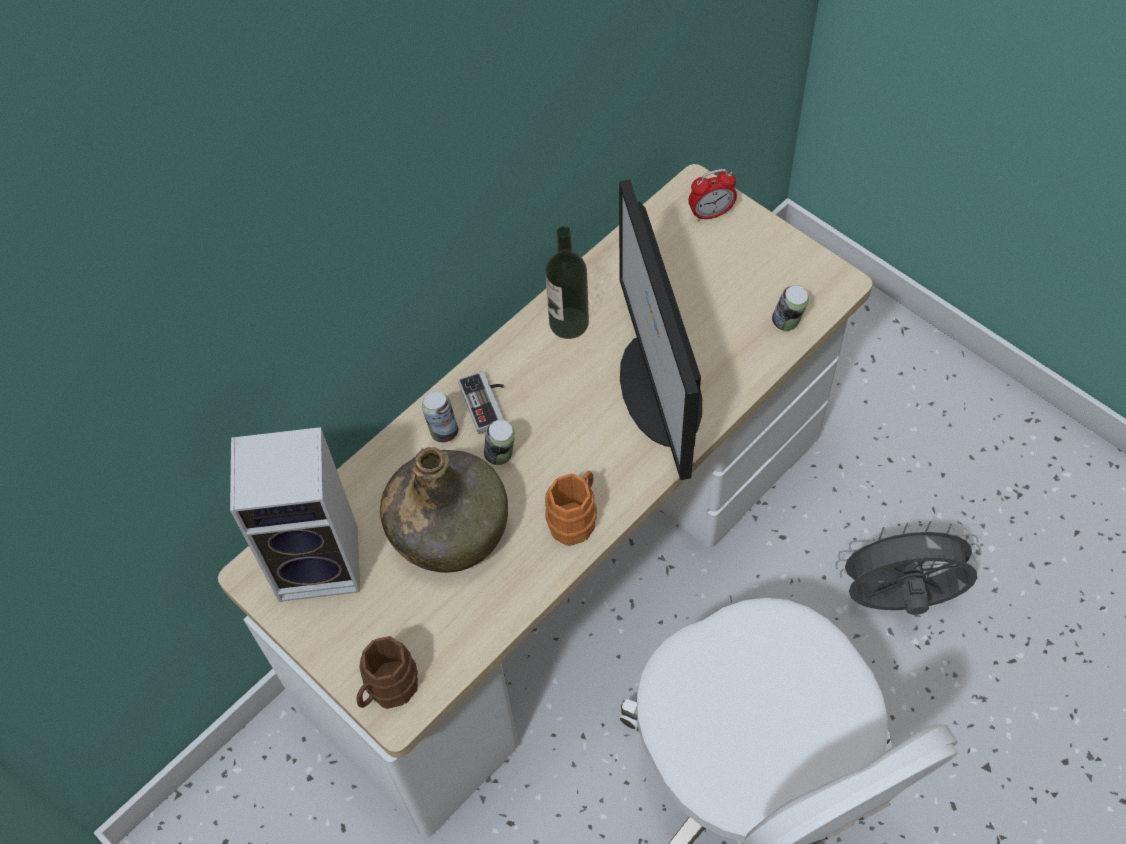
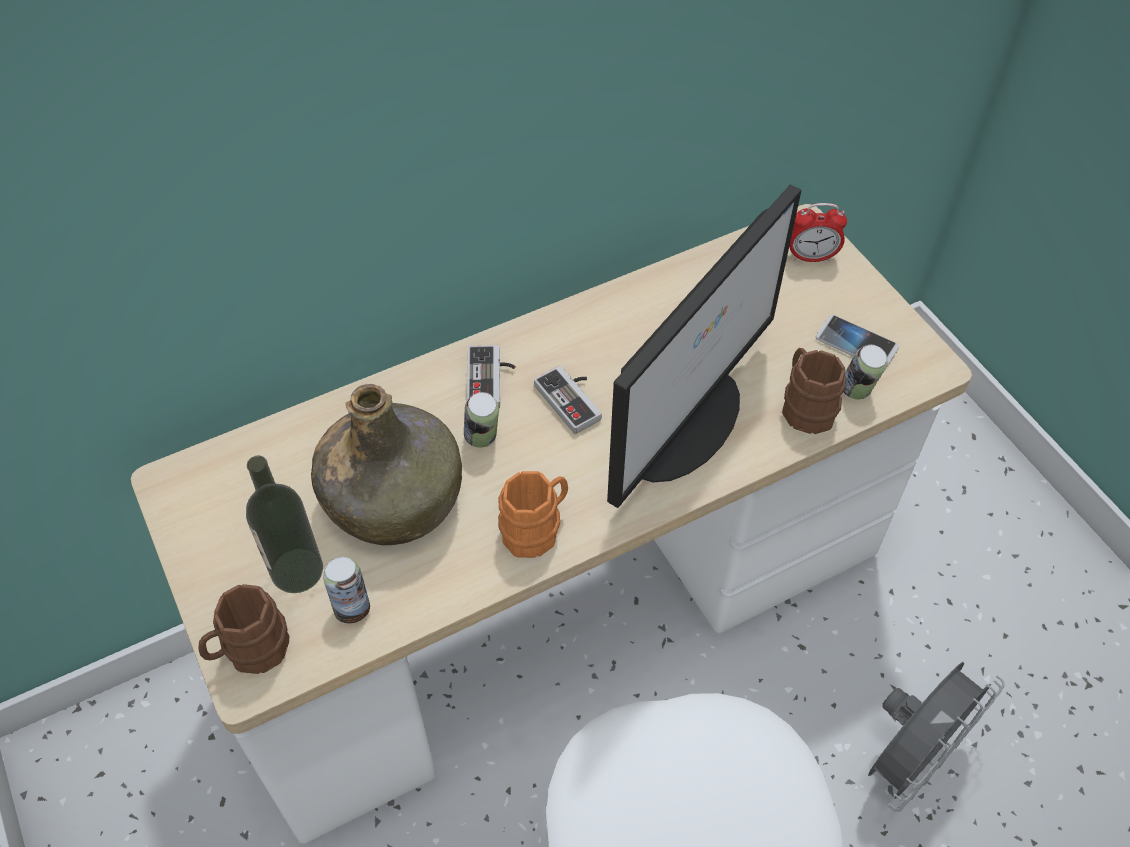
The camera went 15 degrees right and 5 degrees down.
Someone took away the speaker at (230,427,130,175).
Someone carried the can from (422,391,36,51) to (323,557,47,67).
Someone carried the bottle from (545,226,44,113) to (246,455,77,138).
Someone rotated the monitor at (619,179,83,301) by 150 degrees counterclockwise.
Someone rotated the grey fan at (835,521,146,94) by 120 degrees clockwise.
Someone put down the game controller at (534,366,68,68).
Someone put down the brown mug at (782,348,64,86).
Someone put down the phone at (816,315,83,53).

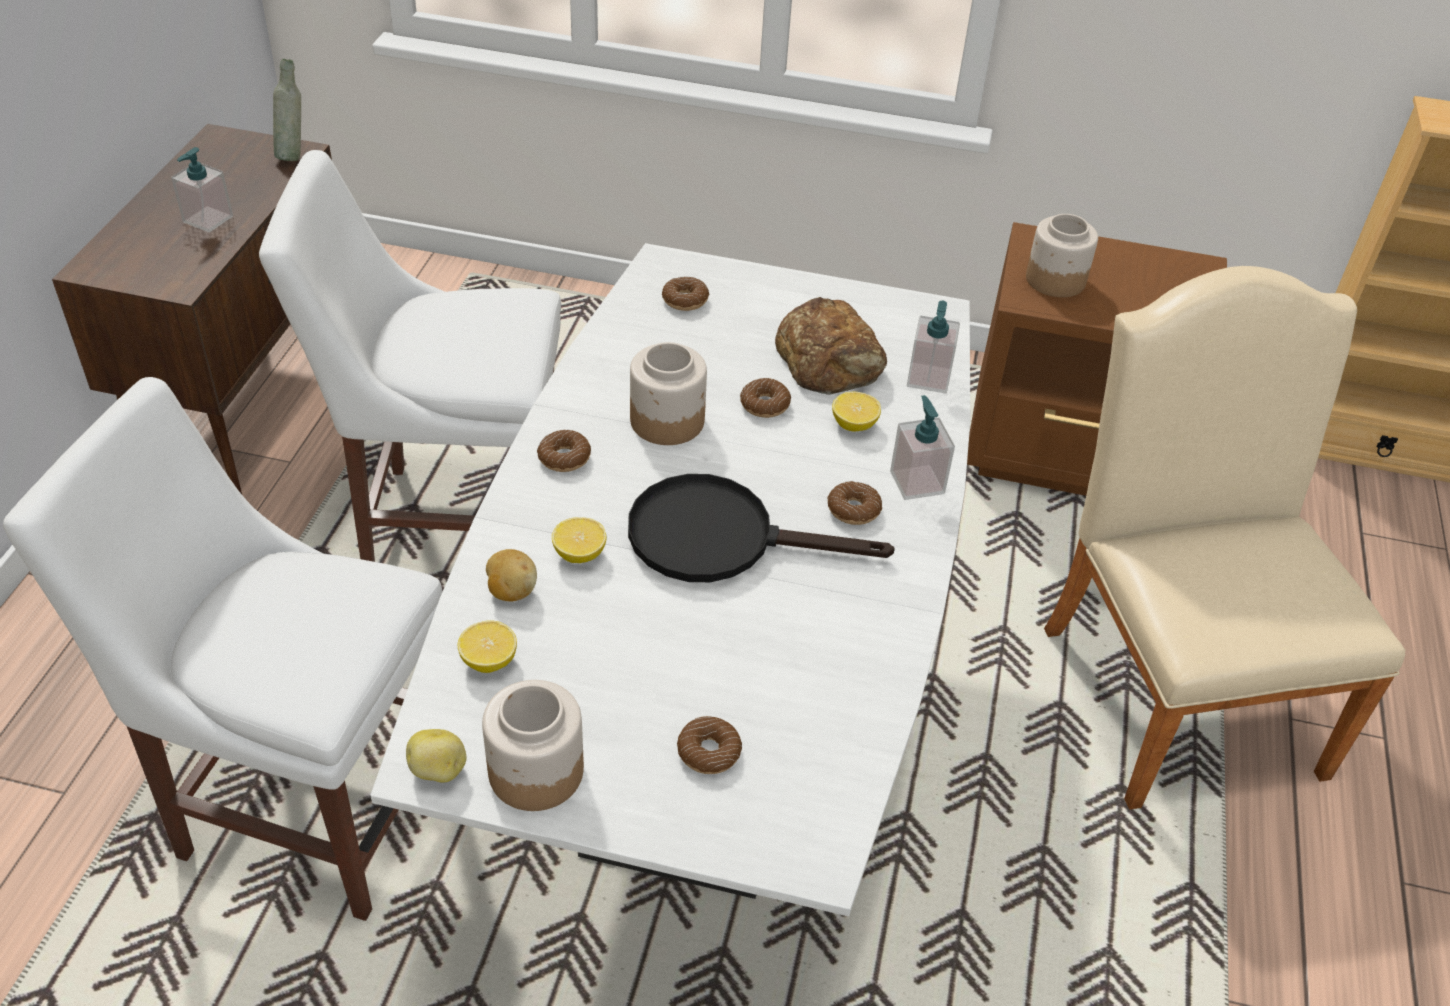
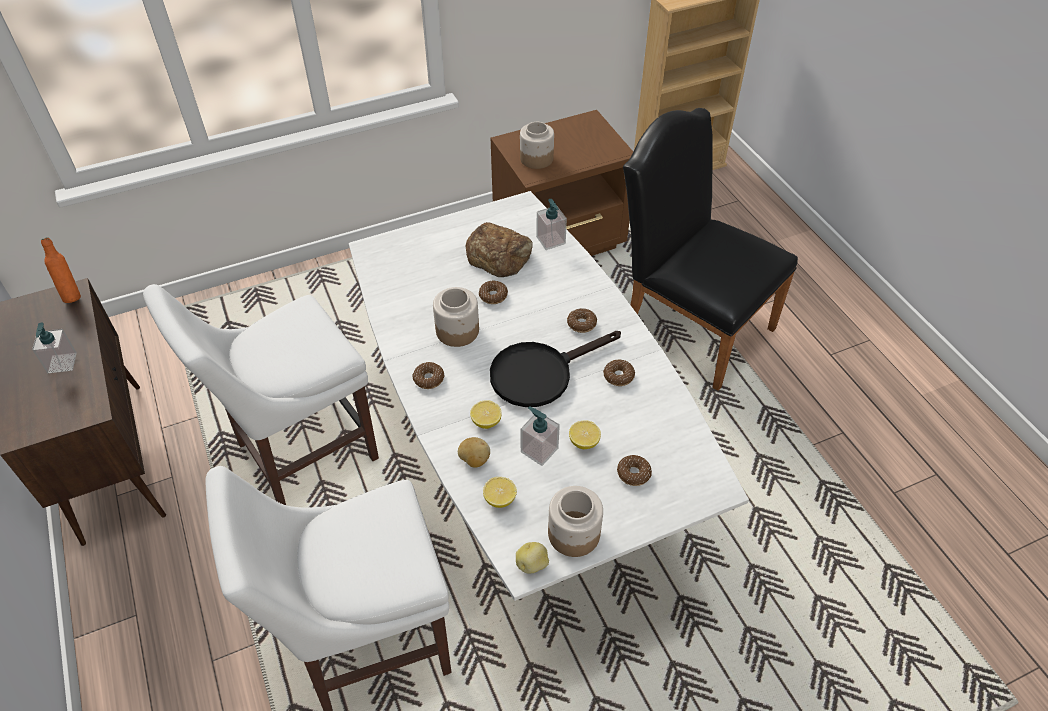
The camera went 35 degrees left and 5 degrees up.
Someone repainted the grey bottle at (273,59,28,102), which became the orange bottle at (41,237,40,66).
Someone carried the donut from (662,277,47,34) to (603,359,32,27).
Someone carried the lemon from (832,392,49,40) to (569,420,32,29).
Someone carried the soap dispenser from (890,395,65,105) to (521,406,39,60).
Someone repainted the beige chair at (1044,266,361,544), which became the black chair at (623,108,175,283).

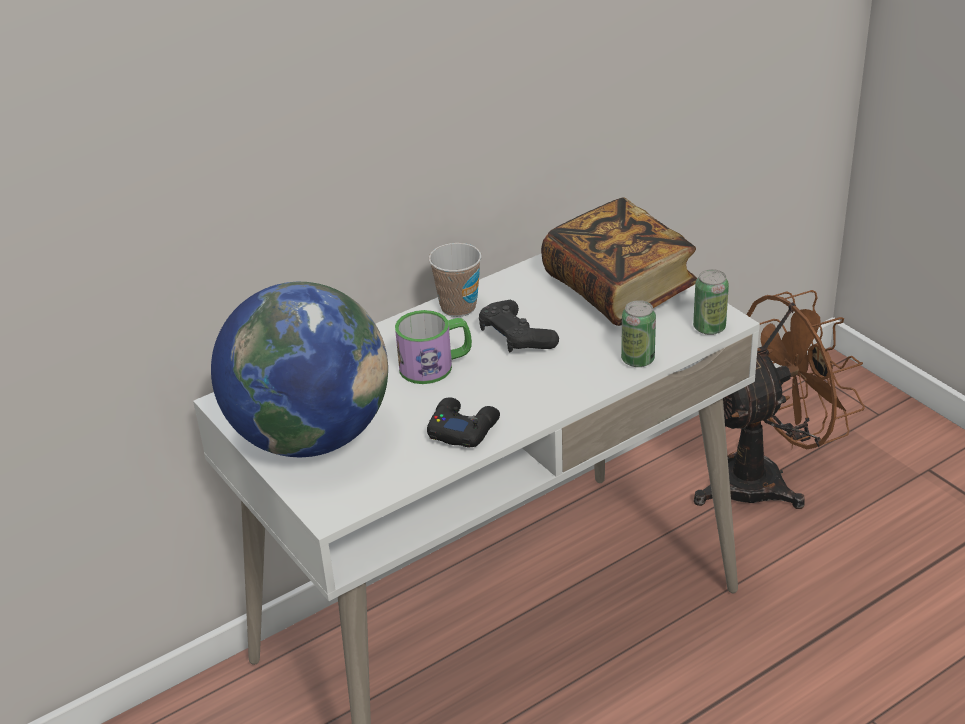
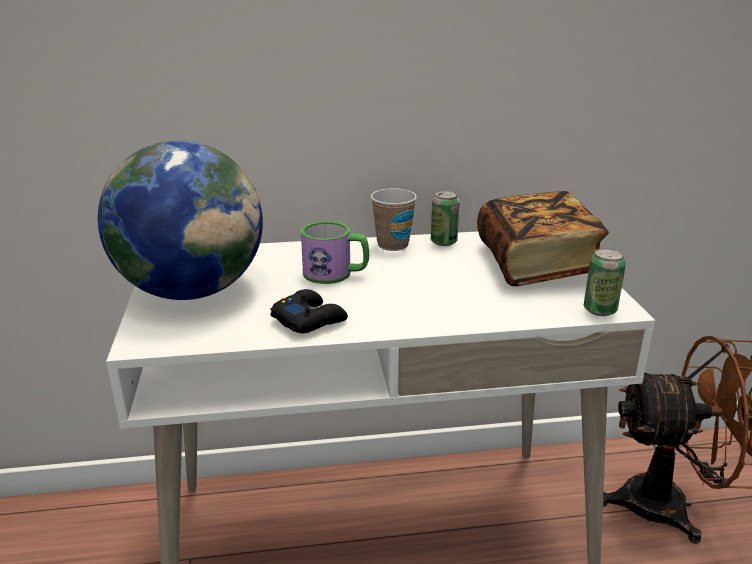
The camera went 25 degrees right and 10 degrees down.
Someone took away the black game controller at (479,300,80,52).
Someone carried the can from (621,300,35,67) to (431,190,29,56).

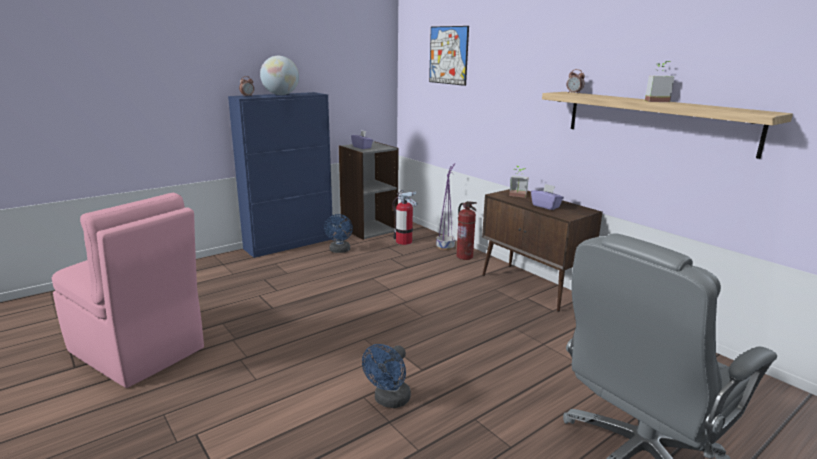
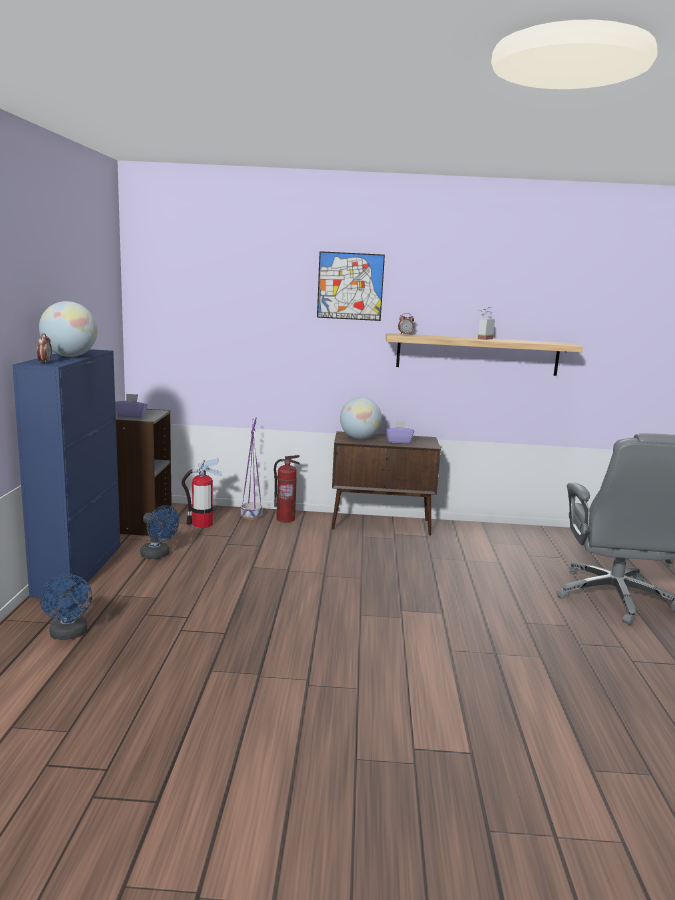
The camera went 50 degrees left and 5 degrees down.
Someone took away the pink chair at (52,193,152,195).
Someone carried the blue fan from (362,344,49,64) to (39,574,53,66).
Someone carried the picture from (429,26,40,60) to (317,251,68,70).
Someone swapped the potted plant at (509,166,20,32) for the globe at (340,397,42,42).

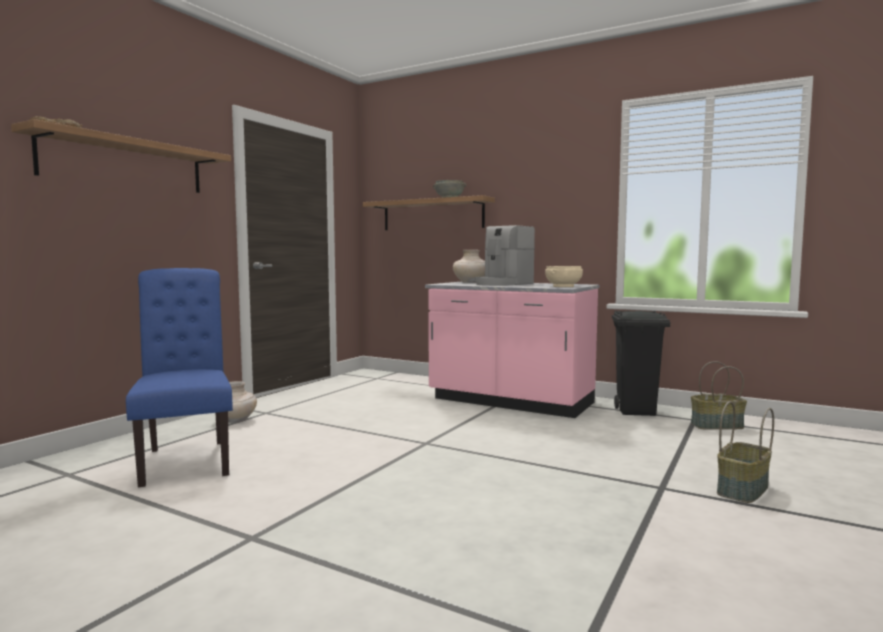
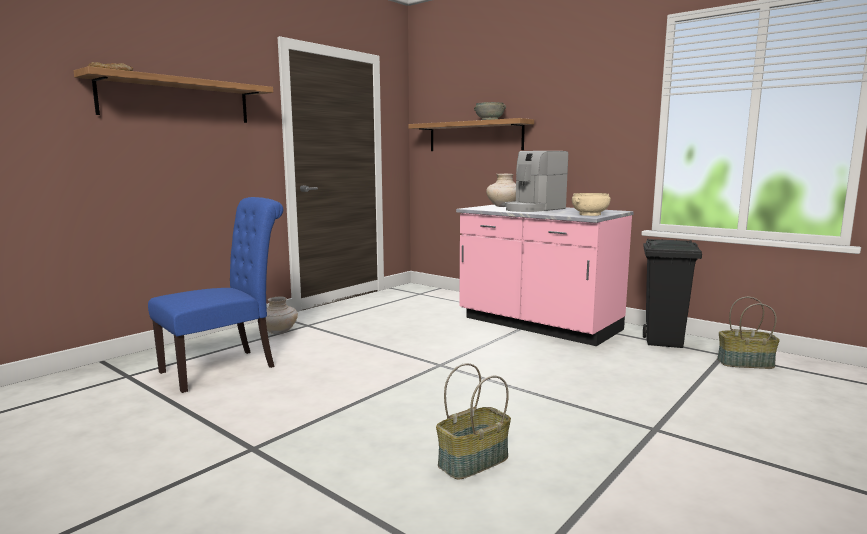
The camera went 10 degrees right and 5 degrees up.
Someone rotated the blue chair at (126,268,107,220) by 60 degrees clockwise.
Someone carried the basket from (717,401,57,102) to (436,363,75,116).

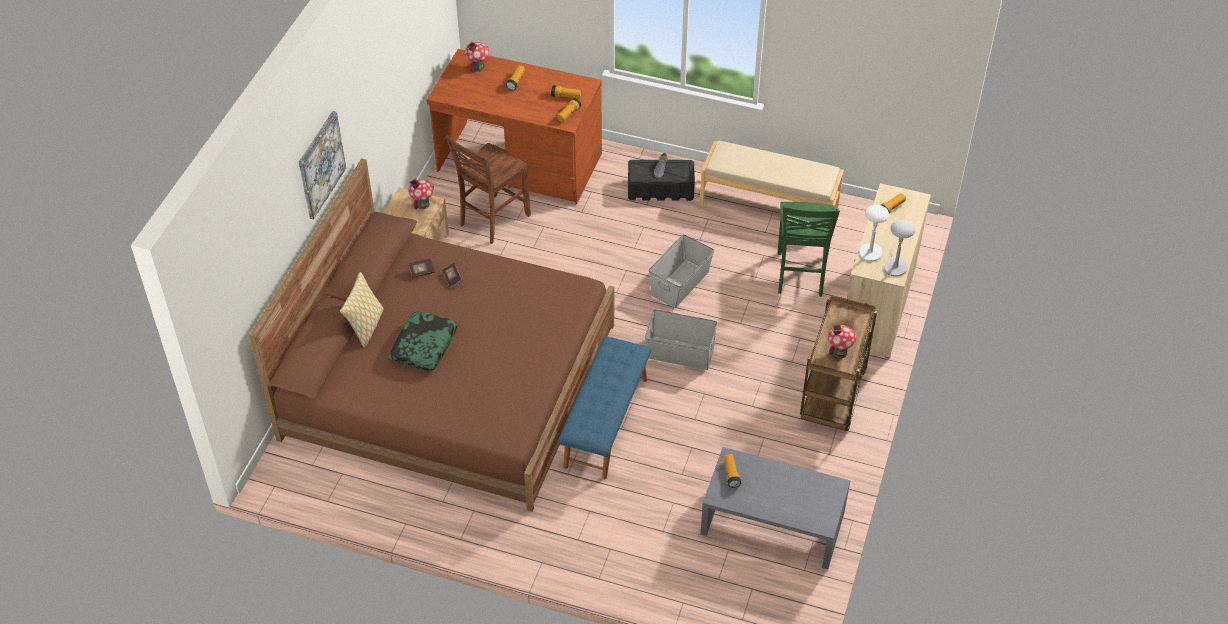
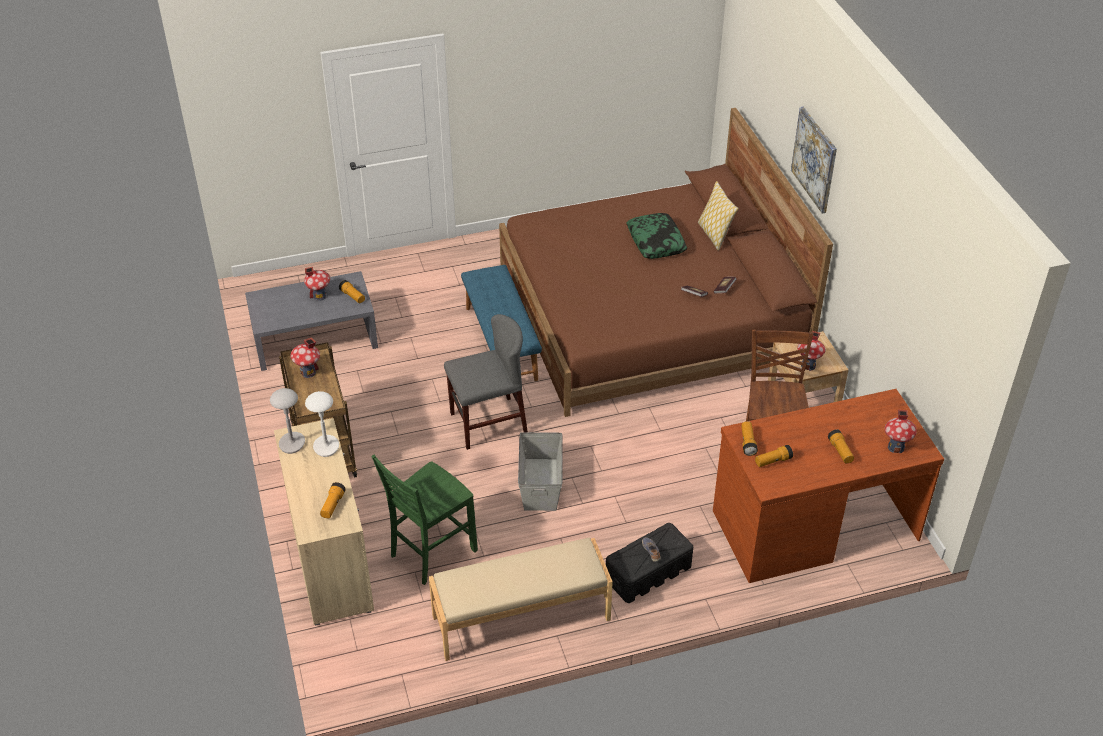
The camera went 145 degrees right and 5 degrees down.
Someone swapped the grey storage box at (645,309,72,61) for the grey chair at (444,314,84,136).
Someone rotated the green chair at (778,202,62,95) by 105 degrees counterclockwise.
Someone put down the toy house at (304,267,26,34).

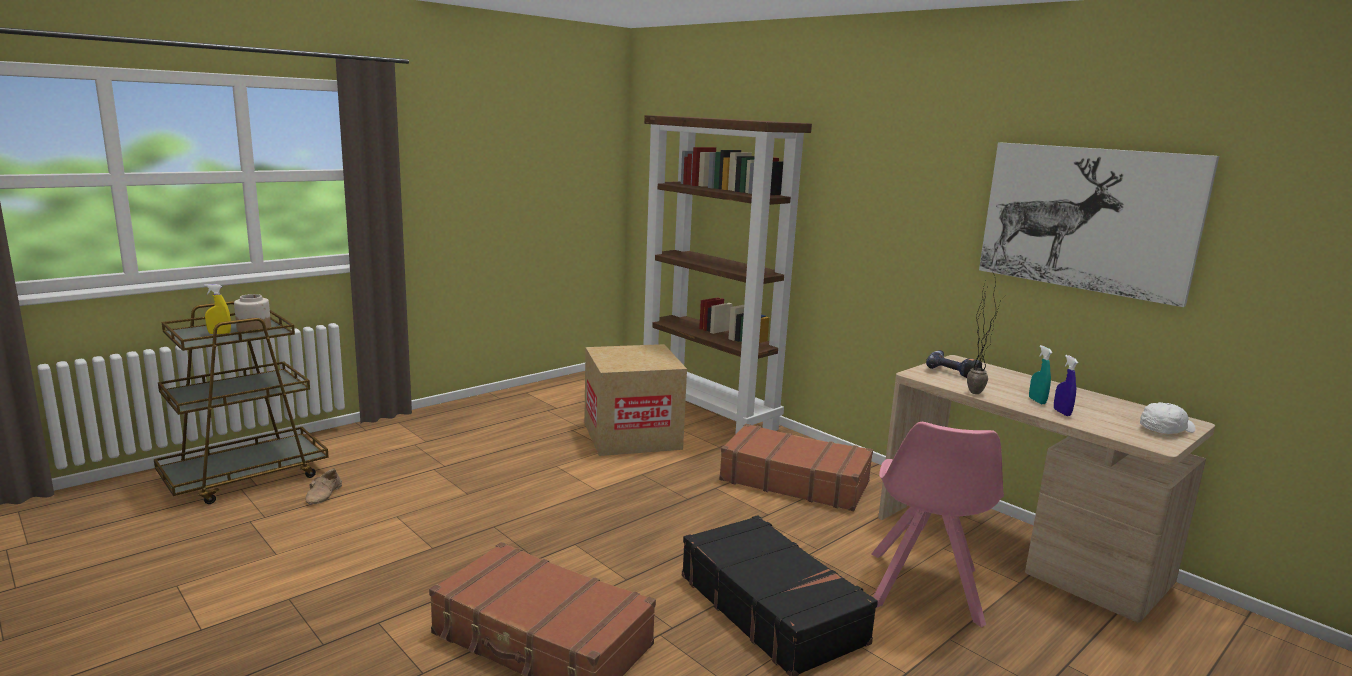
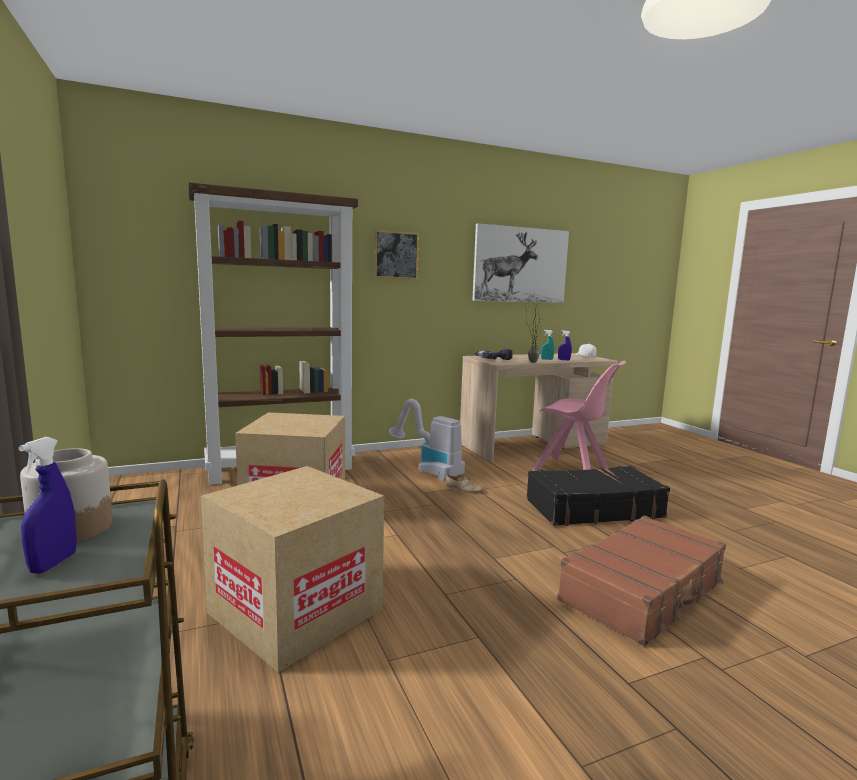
The camera went 70 degrees left and 5 degrees down.
Someone repainted the yellow spray bottle at (204,284,27,50), which became the blue spray bottle at (18,437,59,136).
Someone carried the beige shoe from (306,468,36,36) to (445,475,38,18).
Someone swapped the brown suitcase at (719,424,154,87) for the vacuum cleaner at (389,399,76,82).
Someone put down the cardboard box at (201,466,183,206).
Someone put up the picture at (374,230,45,49).

